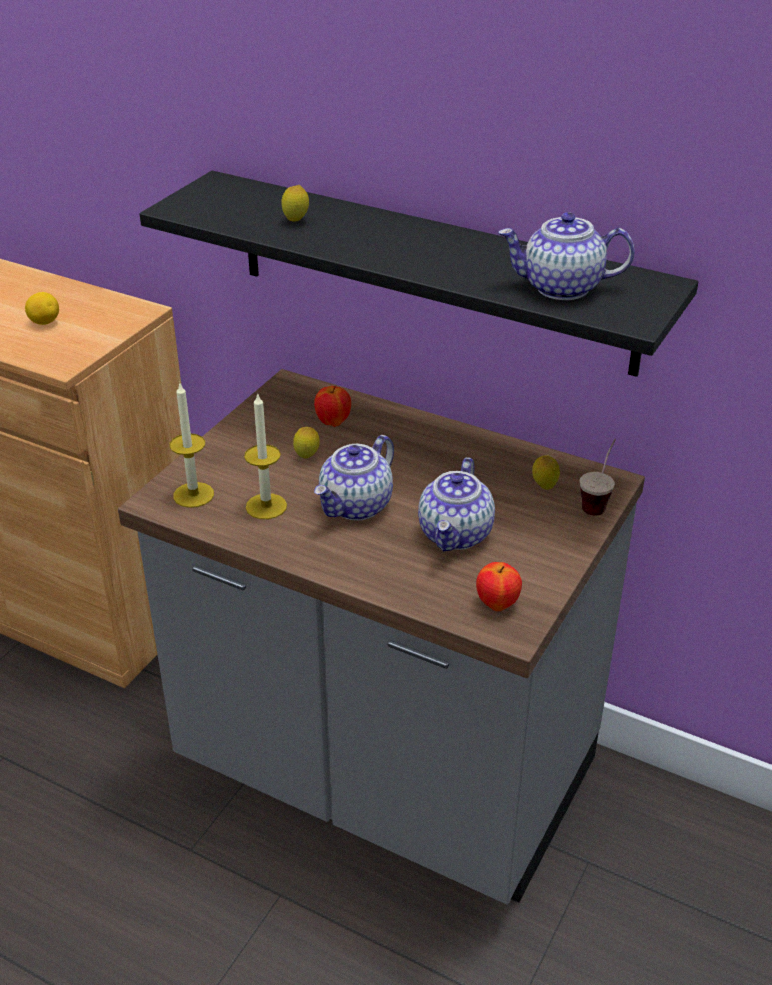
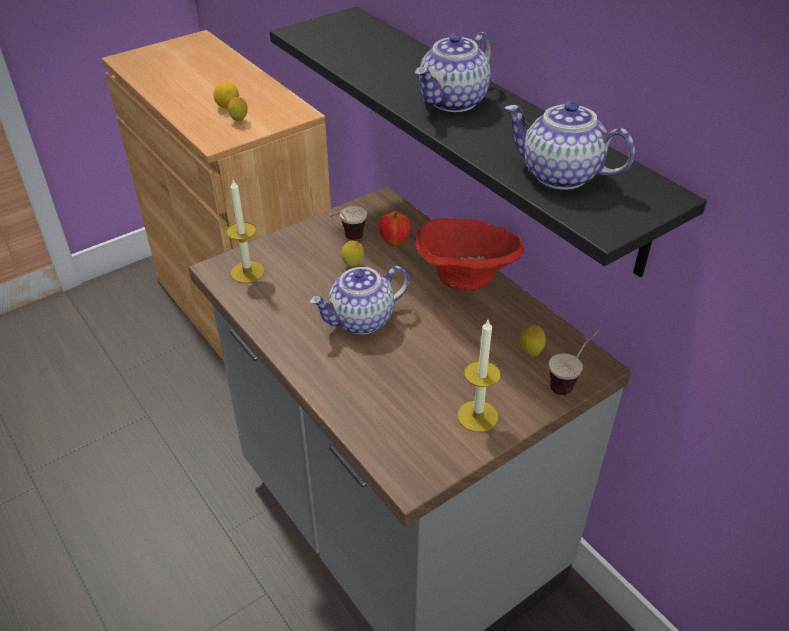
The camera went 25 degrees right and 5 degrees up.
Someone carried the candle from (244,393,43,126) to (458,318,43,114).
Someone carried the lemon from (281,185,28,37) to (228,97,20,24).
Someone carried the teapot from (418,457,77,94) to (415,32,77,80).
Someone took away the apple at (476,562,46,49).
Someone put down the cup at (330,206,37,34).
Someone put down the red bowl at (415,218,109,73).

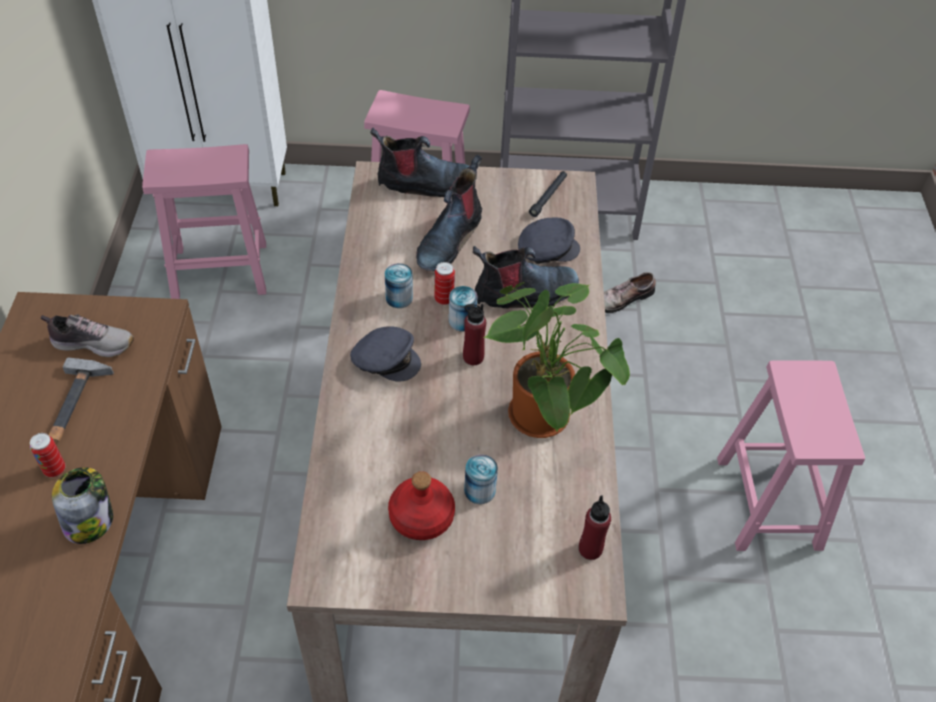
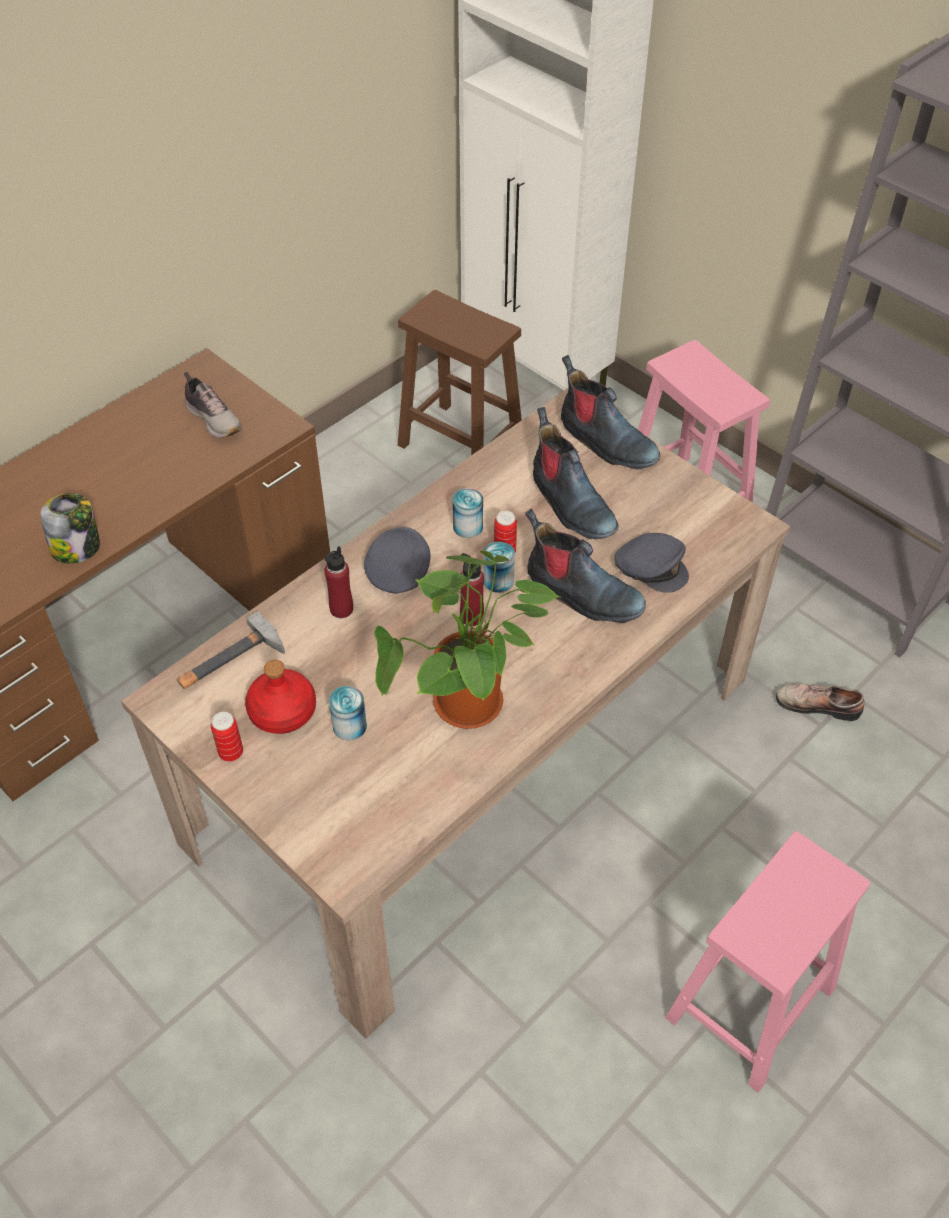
The camera went 45 degrees right and 0 degrees up.
Someone carried the can from (30,433,35,44) to (211,712,32,50).
Someone carried the hammer from (48,357,66,86) to (177,611,108,78).
Someone repainted the pink stool at (142,144,124,155), which became the brown stool at (398,290,124,165).
Someone rotated the grey cap at (350,326,71,56) by 135 degrees counterclockwise.
Someone rotated the boot at (416,155,66,116) by 105 degrees counterclockwise.
Someone took away the black flashlight at (529,171,38,46).
Someone carried the red bottle from (579,496,32,64) to (324,546,29,72).

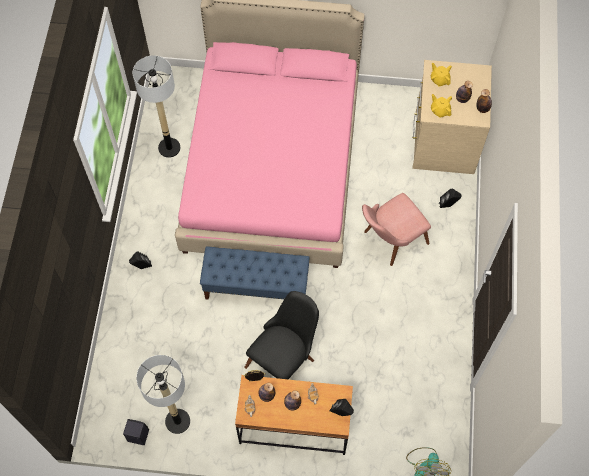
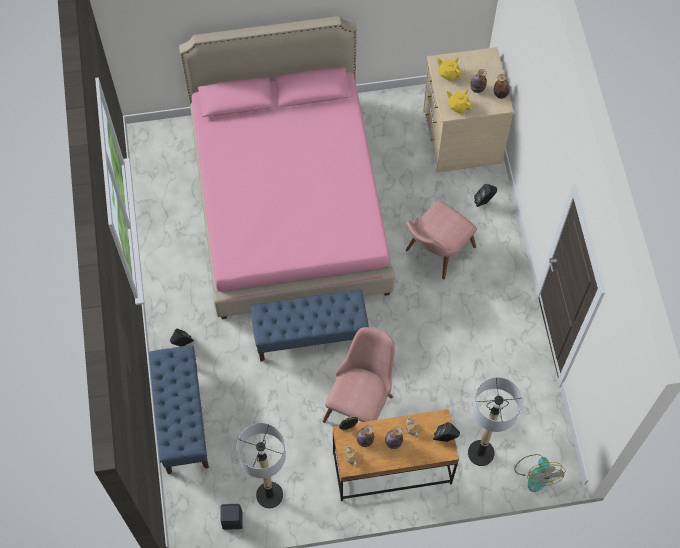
The camera went 15 degrees left and 0 degrees up.
Someone carried the floor lamp from (133,55,47,103) to (468,377,55,89).
Someone repainted the black chair at (244,291,75,88), which became the pink chair at (323,327,72,96).
Someone put down the blue bench at (149,345,60,129).

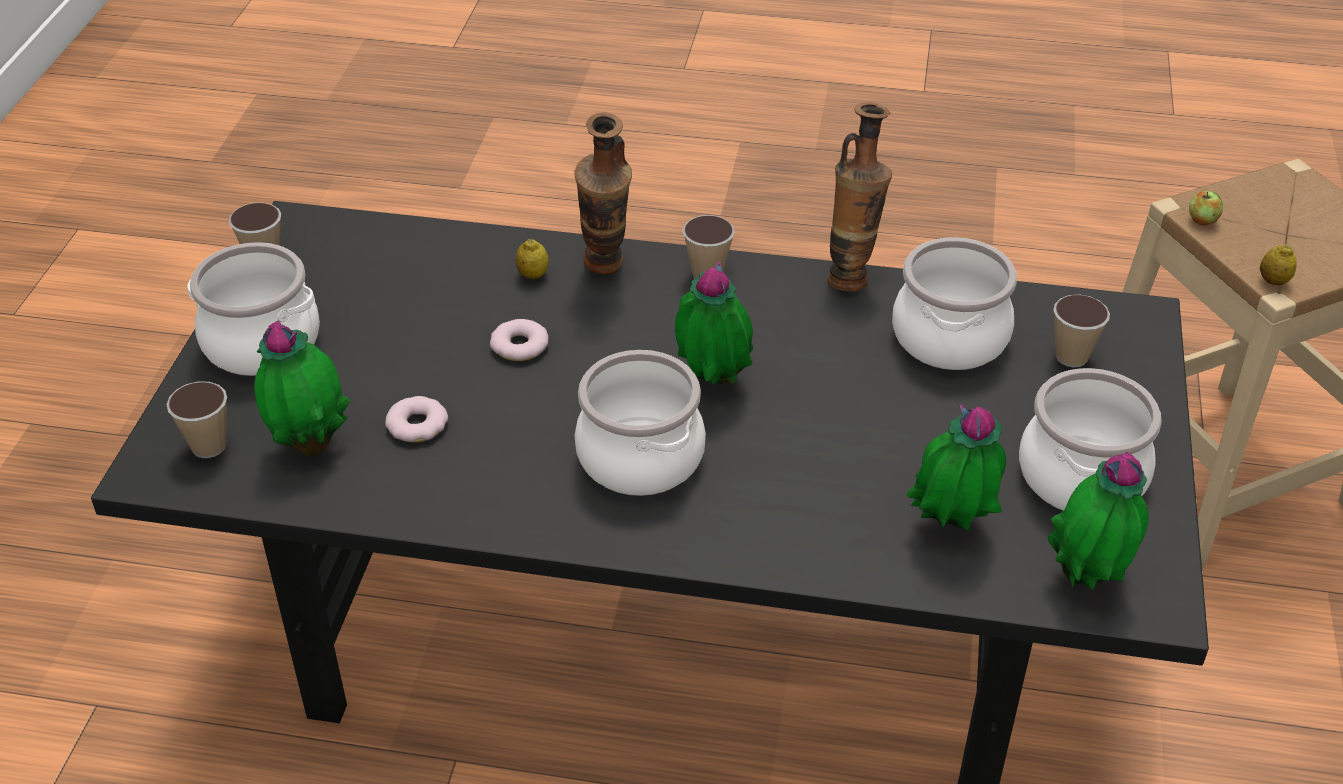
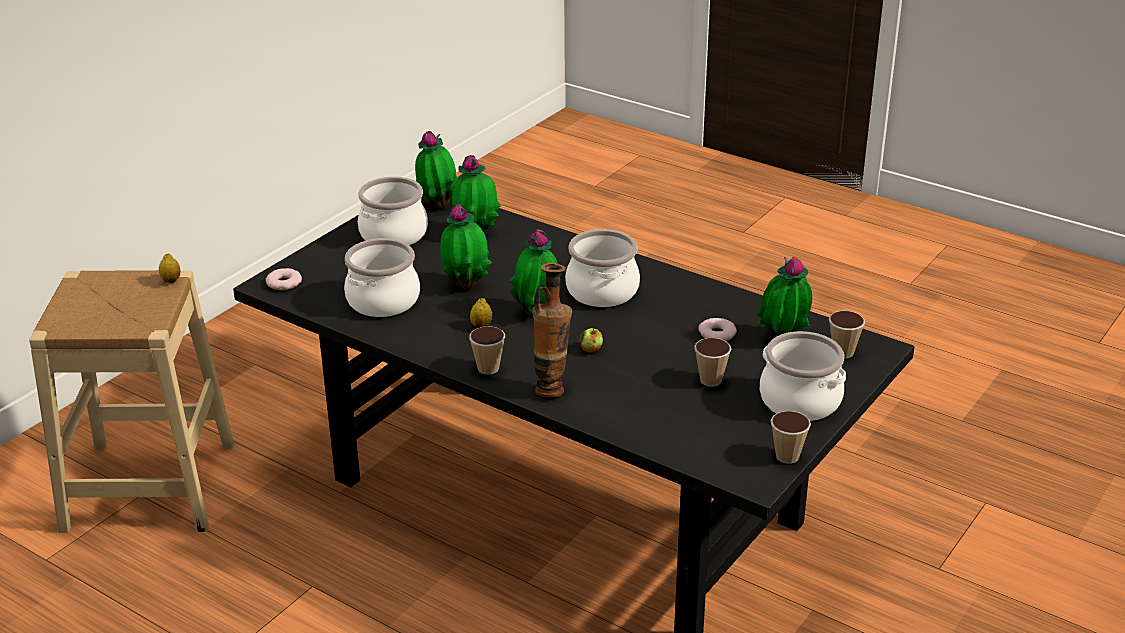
The camera went 155 degrees left and 10 degrees down.
Someone carried the donut from (490,319,59,42) to (265,268,37,22).
Someone carried the lemon from (516,239,33,40) to (470,298,22,30).
Someone took away the vase at (827,102,65,189).
Someone carried the cup from (1053,295,57,72) to (694,338,37,49).
Someone carried the apple from (1189,191,34,35) to (579,328,24,25).
Someone put down the potted plant at (440,204,52,86).

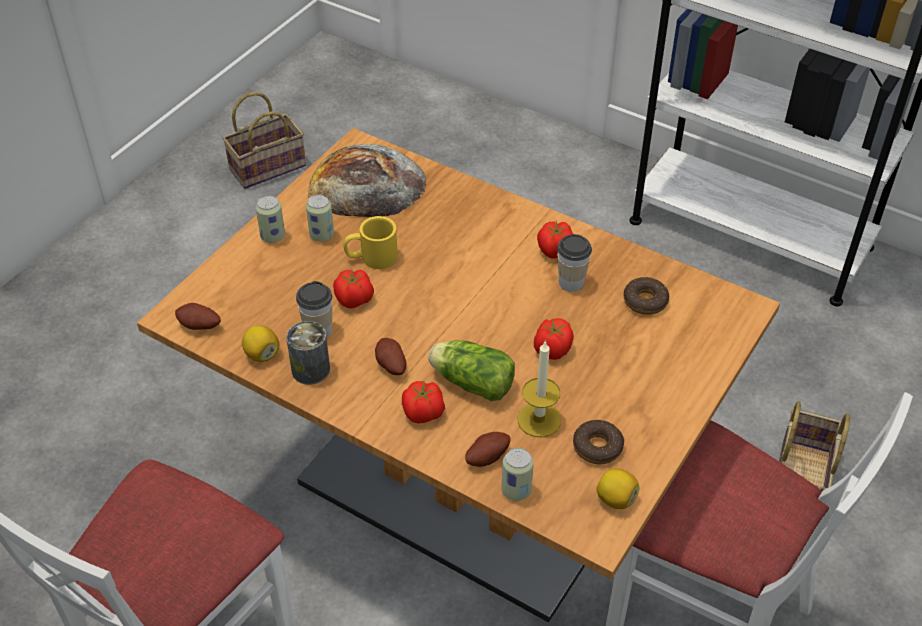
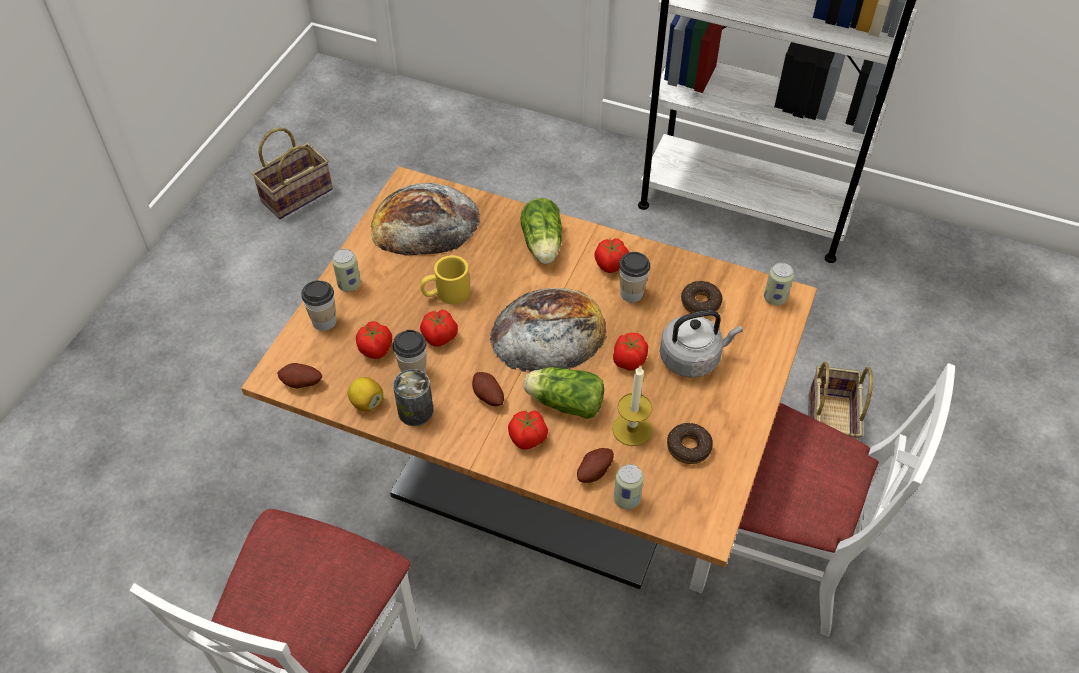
The camera went 10 degrees left and 5 degrees up.
Someone carried the can from (306,195,28,47) to (764,263,30,43).
Someone took away the lemon at (597,468,42,41).
Someone put down the cup at (301,280,36,51).
Someone put down the tomato at (356,321,36,38).
Someone put down the bread at (490,288,117,84).
Someone put down the lettuce at (521,198,41,66).
Someone put down the grey kettle at (660,310,83,68).

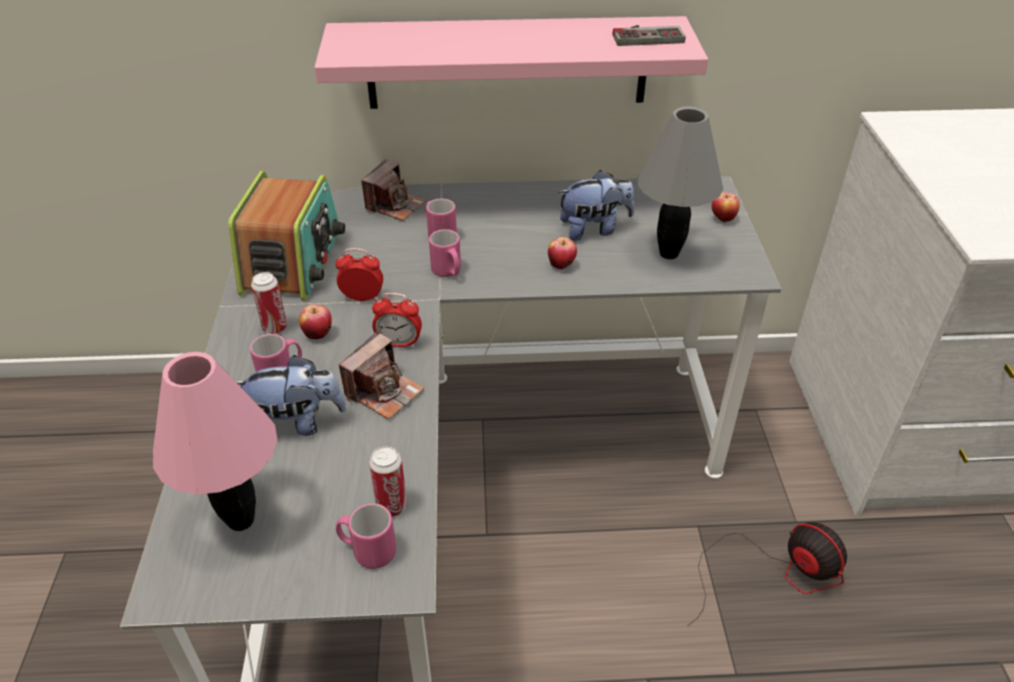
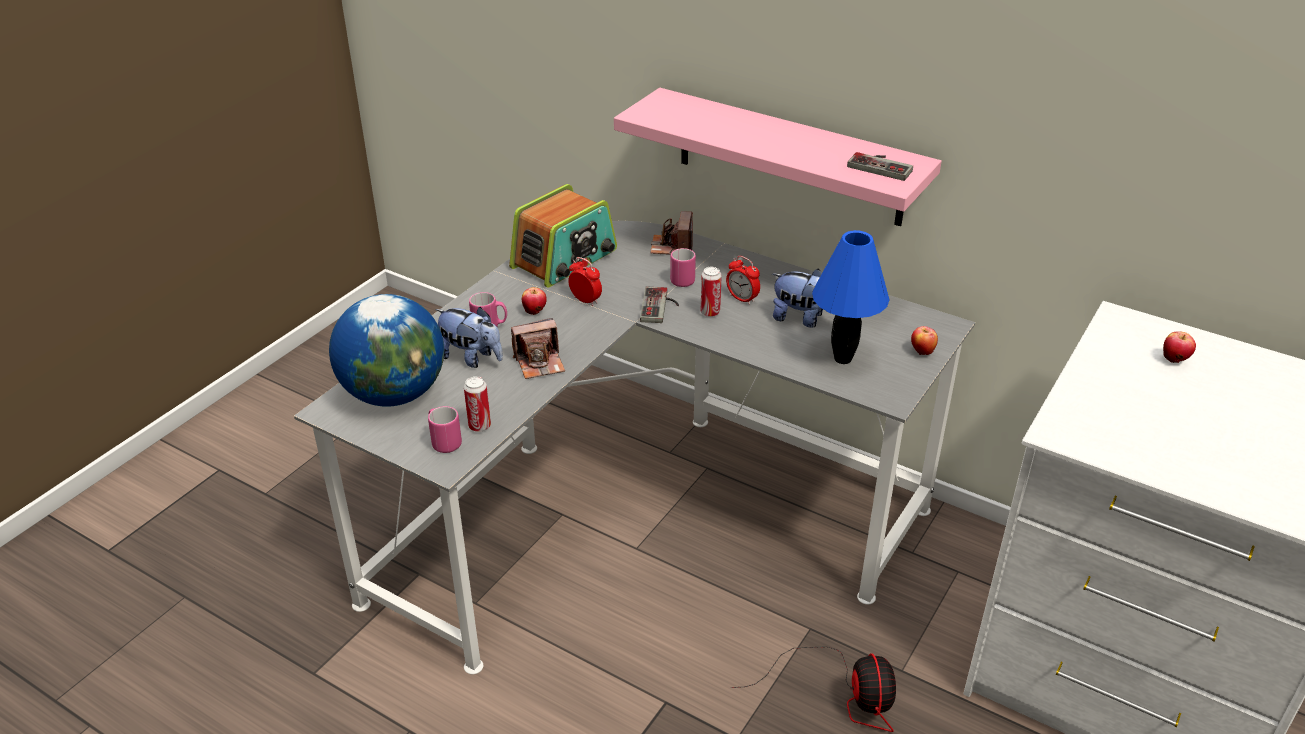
The camera went 35 degrees right and 5 degrees down.
Someone swapped the pink table lamp at (153,352,124,179) for the globe at (329,294,115,113).
Someone carried the can from (251,272,36,62) to (700,267,22,50).
Someone rotated the photo camera at (361,159,65,62) by 120 degrees clockwise.
Someone carried the alarm clock from (372,293,50,55) to (726,256,34,49).
Someone swapped the pink mug at (429,229,32,48) for the game controller at (640,286,39,37).
Someone carried the apple from (548,237,29,33) to (1163,330,33,33).
Someone repainted the grey table lamp at (637,106,86,153), which became the blue table lamp at (812,230,77,134).

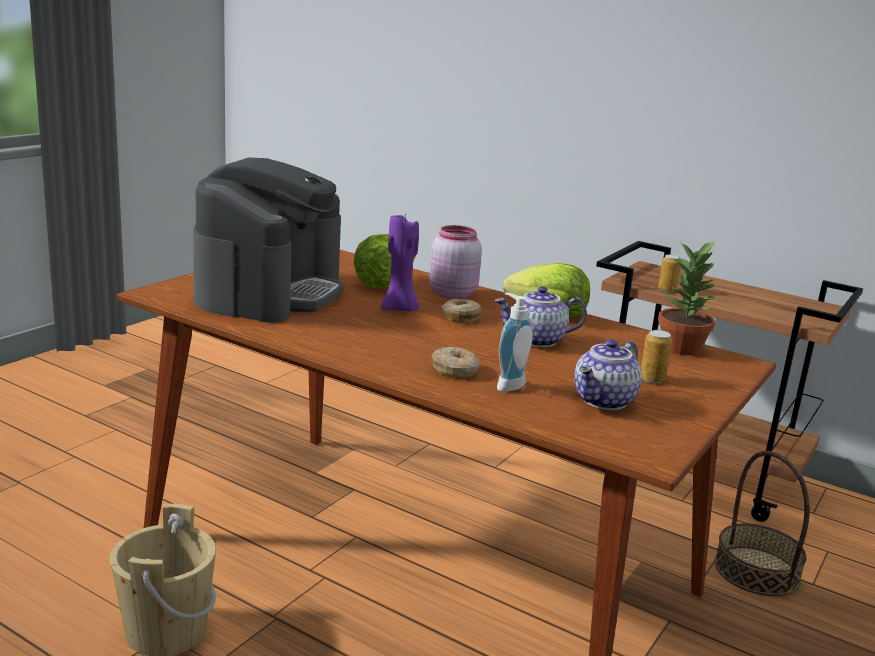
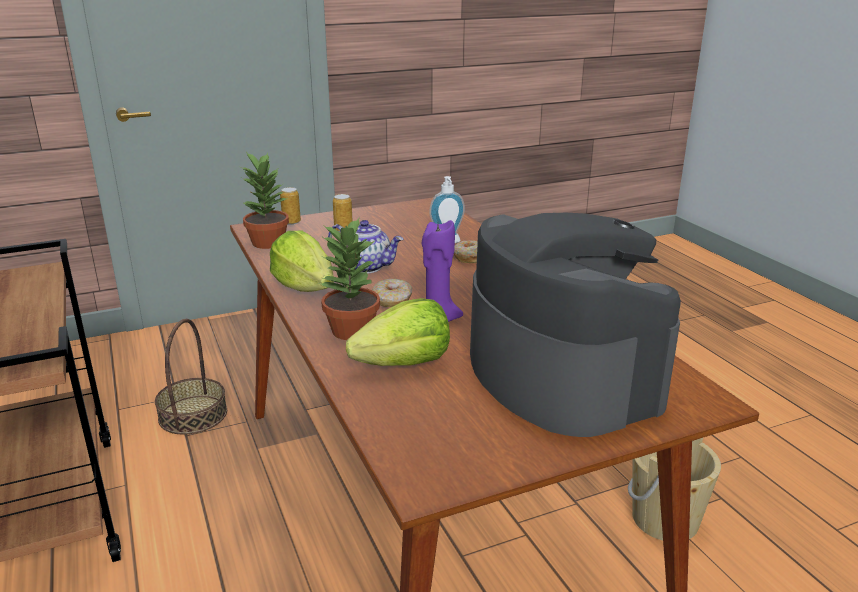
The camera went 145 degrees left and 5 degrees up.
Someone rotated the coffee machine at (193,157,150,165) by 105 degrees clockwise.
Someone swapped the pink jar at (429,225,53,74) for the potted plant at (318,218,62,122).
Someone took away the teapot at (574,339,68,71).
Someone carried the can from (658,254,23,38) to (280,187,21,38).

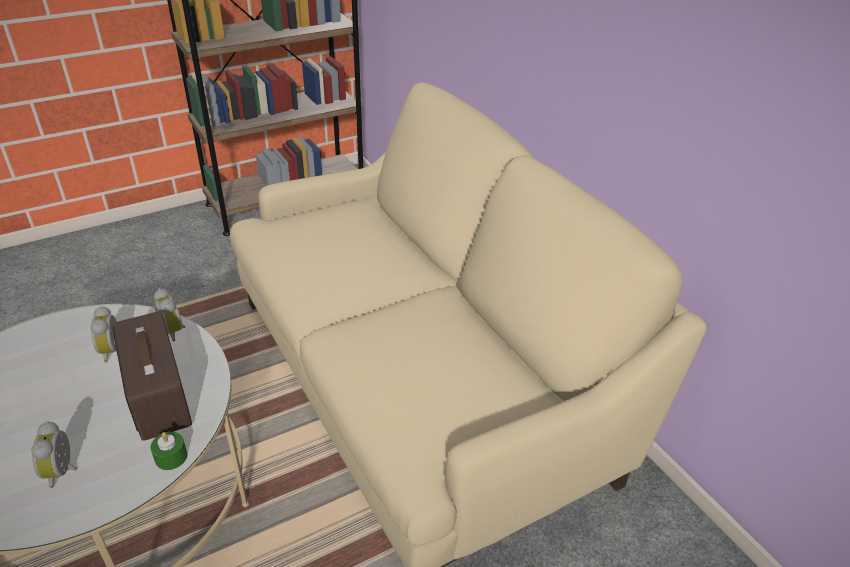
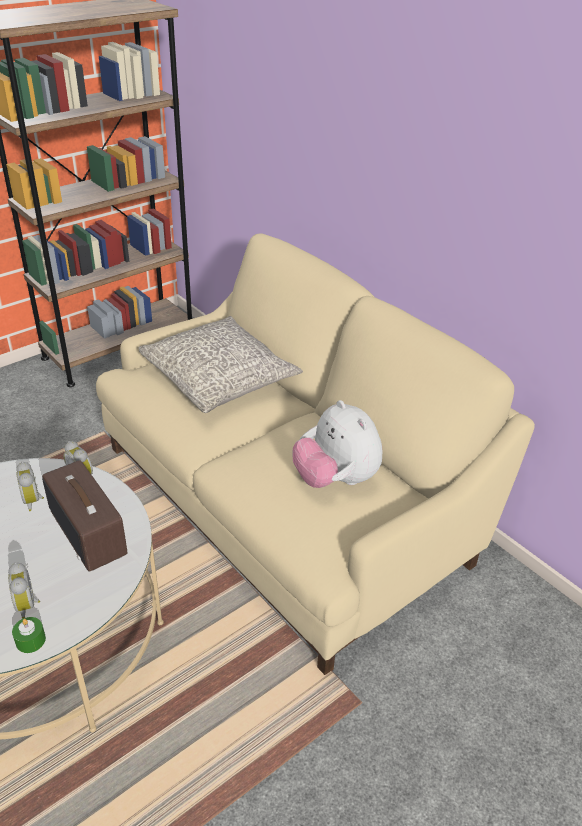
The camera went 10 degrees left and 0 degrees up.
Someone carried the green candle from (151,432,36,38) to (12,617,34,36).
Someone put down the grey pillow at (138,316,165,97).
Someone put down the plush toy at (292,400,90,88).

